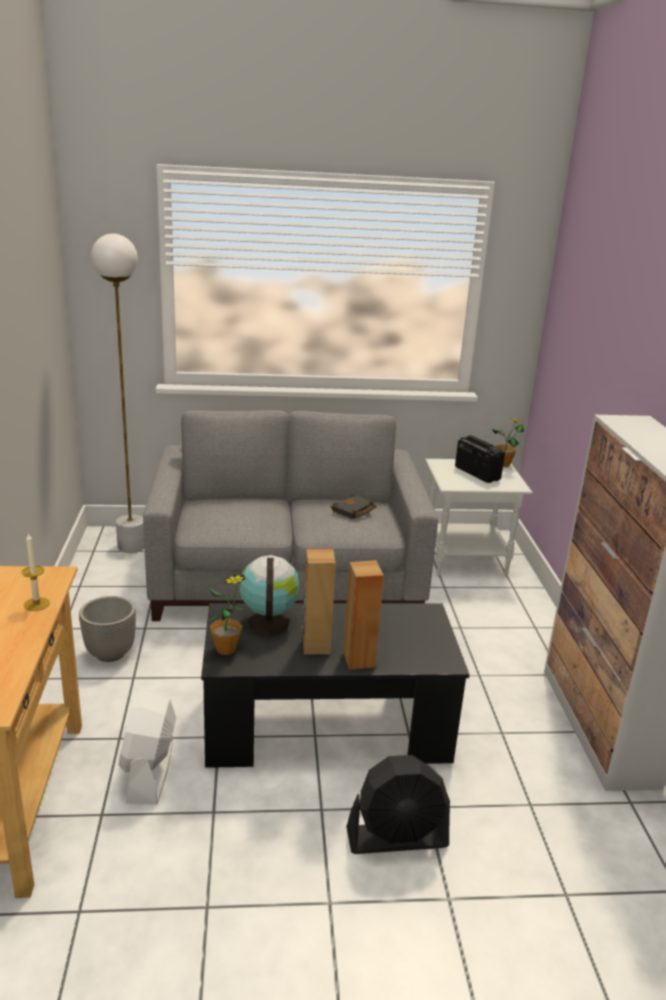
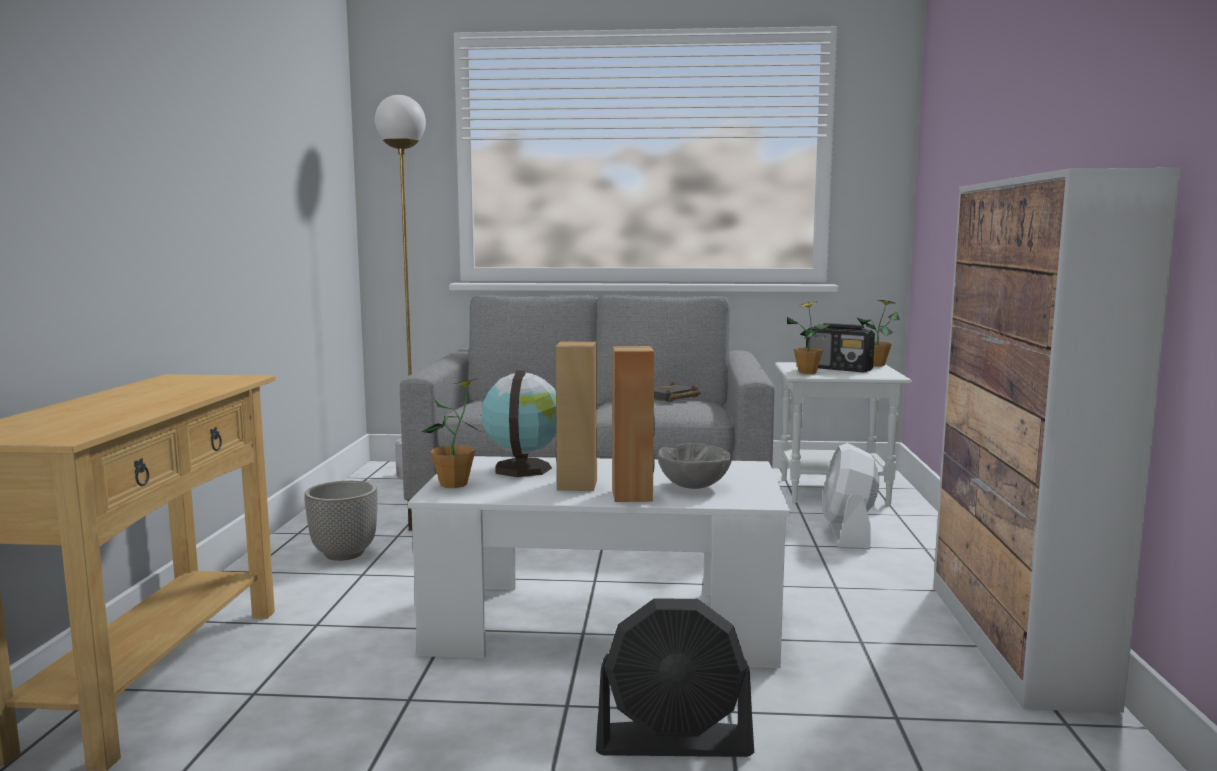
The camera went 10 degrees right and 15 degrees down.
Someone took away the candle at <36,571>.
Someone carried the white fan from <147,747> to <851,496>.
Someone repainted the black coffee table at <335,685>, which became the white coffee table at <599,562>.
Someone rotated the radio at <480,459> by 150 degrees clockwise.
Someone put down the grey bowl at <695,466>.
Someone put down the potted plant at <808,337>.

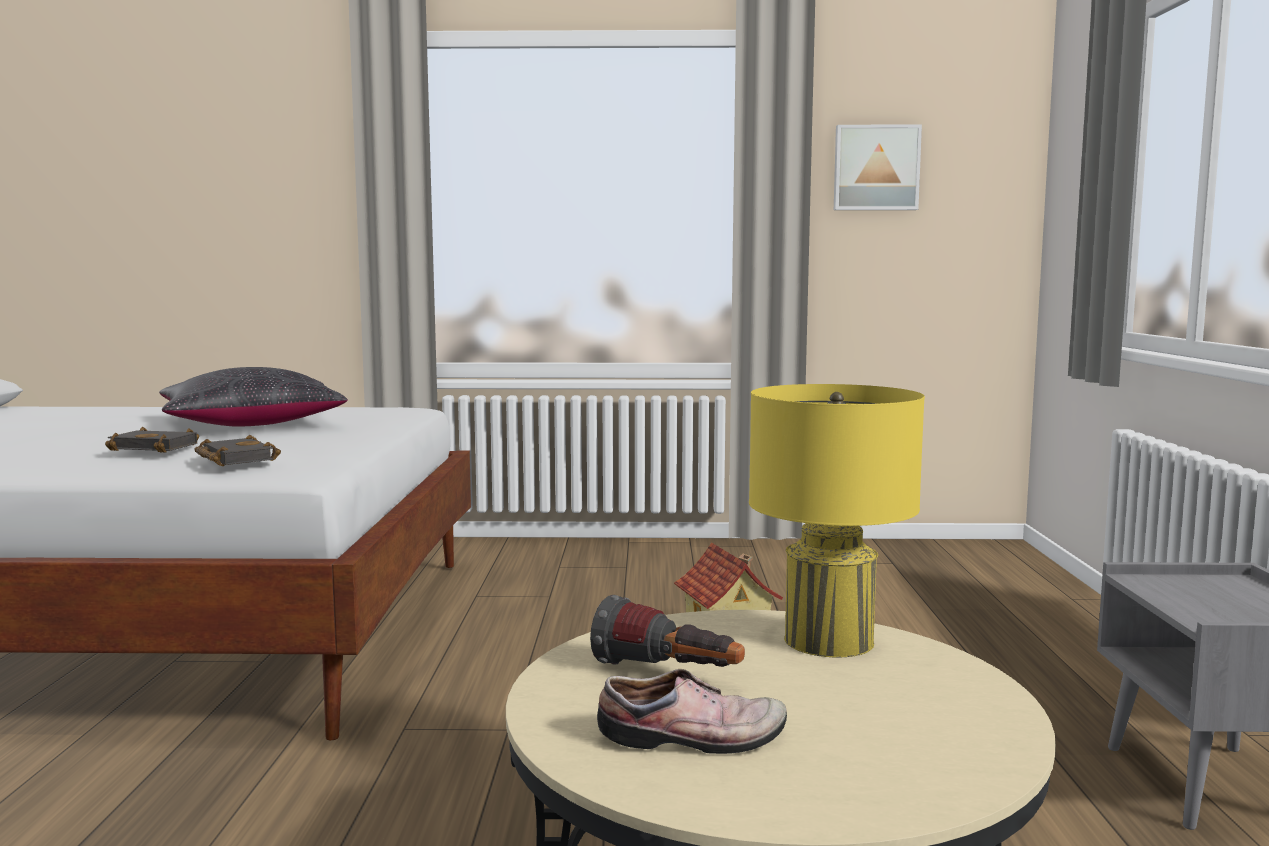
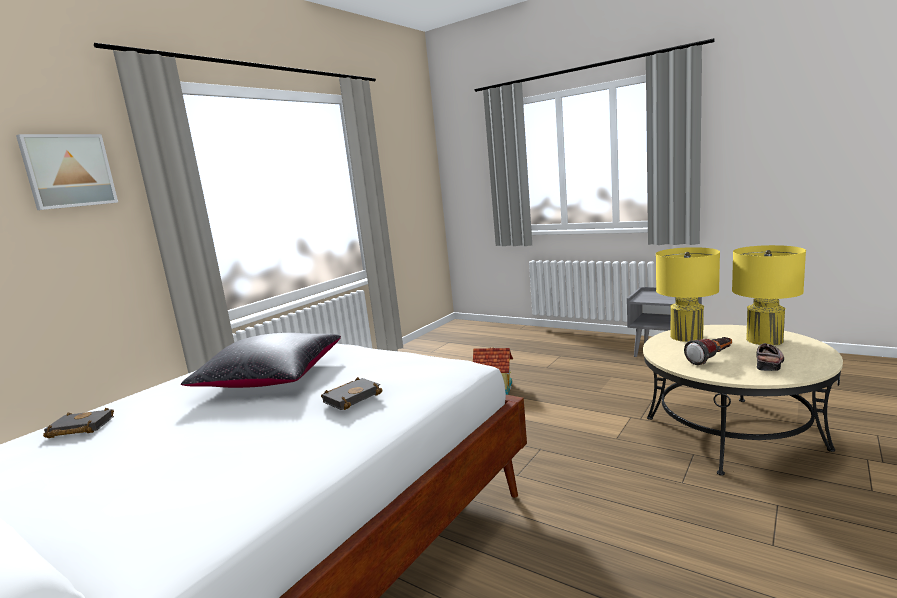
The camera went 55 degrees left and 5 degrees up.
Someone carried the black book from <237,450> to <78,423>.
Someone carried the picture from <878,167> to <67,172>.
Someone put down the yellow table lamp at <769,295>.

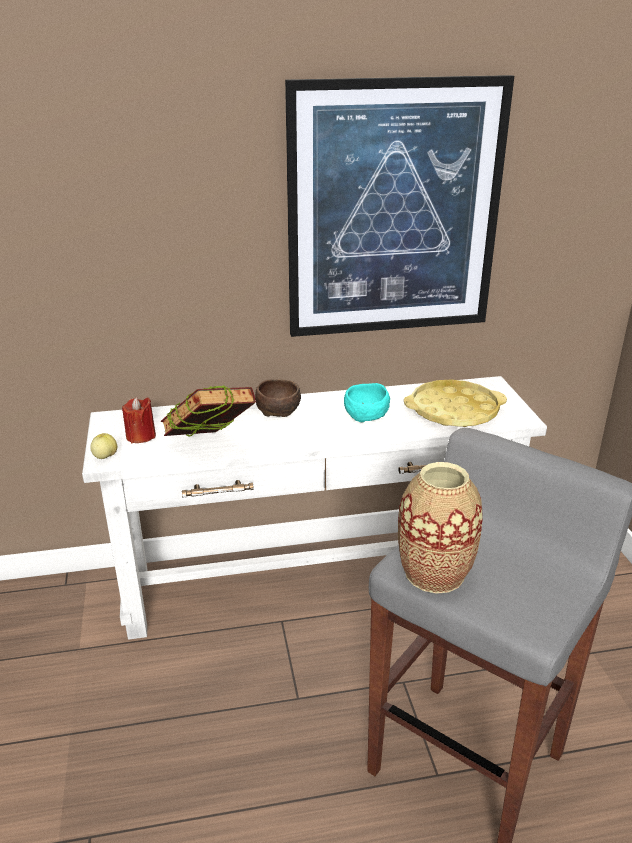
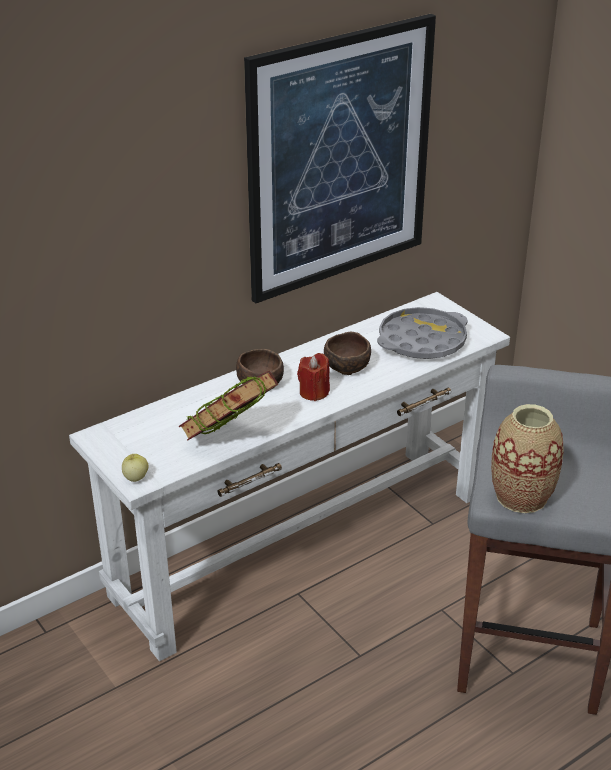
The camera went 25 degrees left and 5 degrees up.
Someone carried the red candle from <139,420> to <313,377>.
Someone repainted the turquoise bowl at <367,402>, which became the brown bowl at <347,353>.
Someone repainted the yellow tray at <455,403>, which became the grey tray at <422,333>.

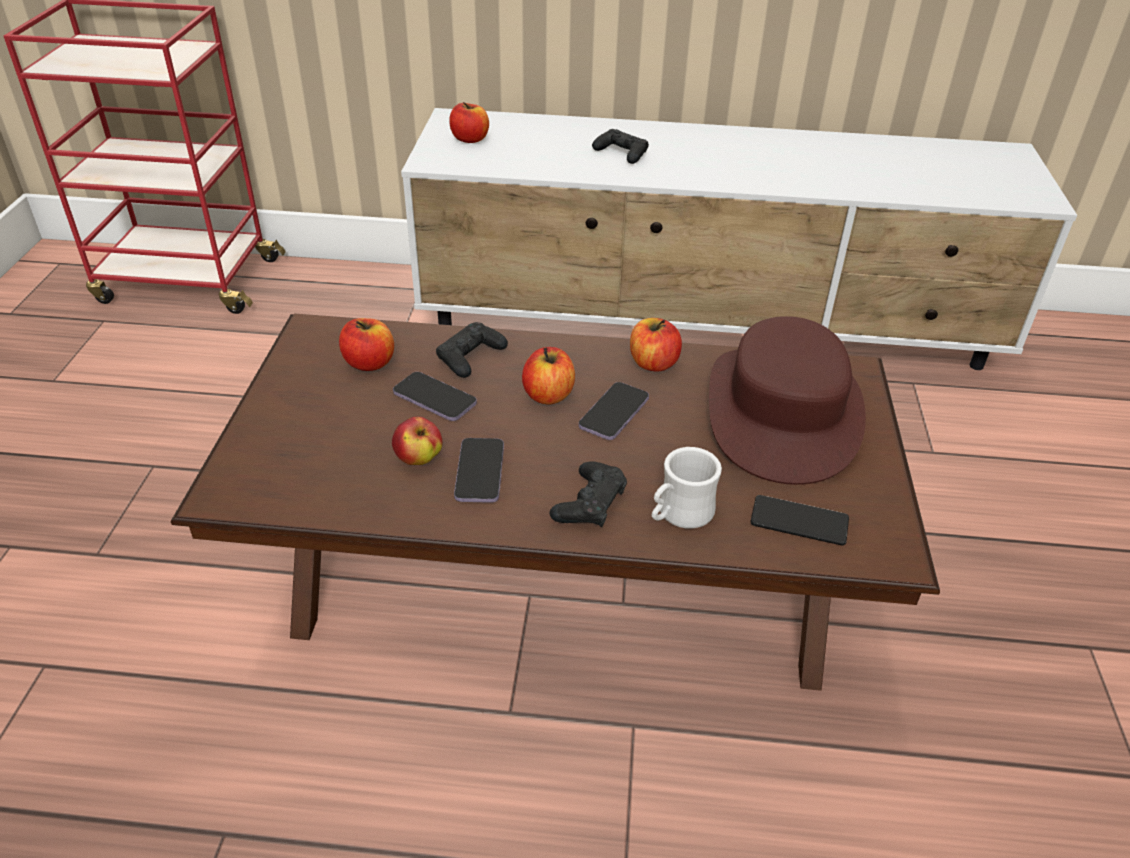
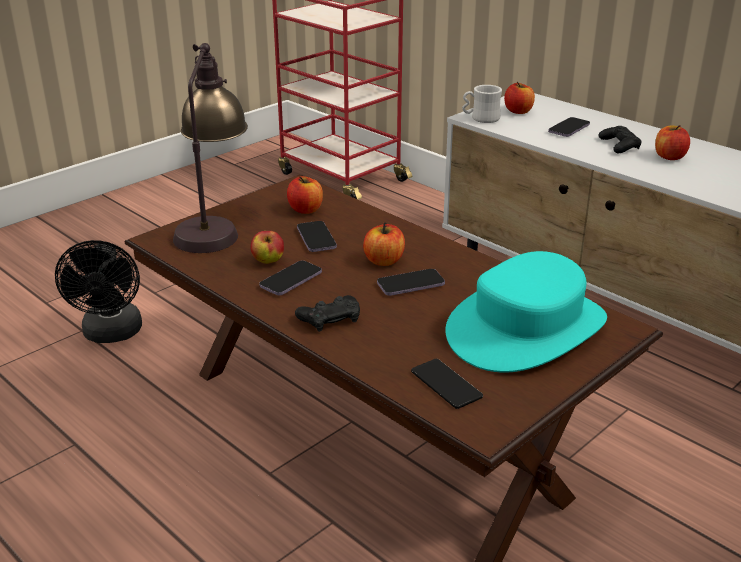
The camera went 40 degrees right and 10 degrees down.
Someone took away the black game controller at <472,350>.
Someone carried the apple from <656,344> to <672,142>.
Someone carried the white mug from <686,488> to <482,104>.
Someone repainted the brown hat at <787,400>, which became the turquoise hat at <526,312>.
Someone put down the black fan at <98,291>.
Someone put down the table lamp at <210,148>.
Someone put down the phone at <569,127>.

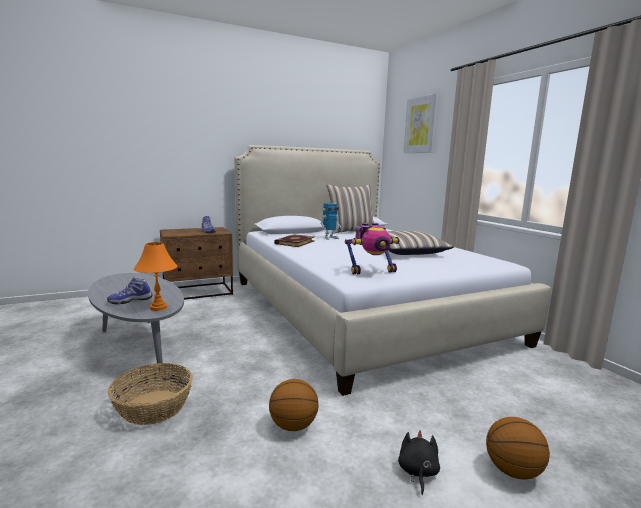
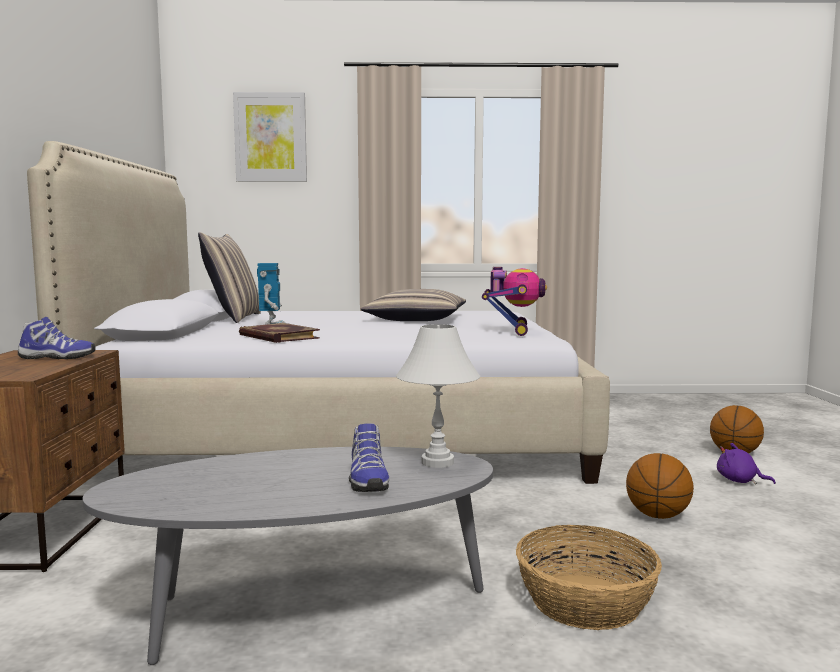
The camera went 65 degrees left and 5 degrees down.
Someone repainted the orange table lamp at <155,276>, which became the white table lamp at <438,396>.
Someone repainted the black plush toy at <419,462>, which became the purple plush toy at <746,464>.

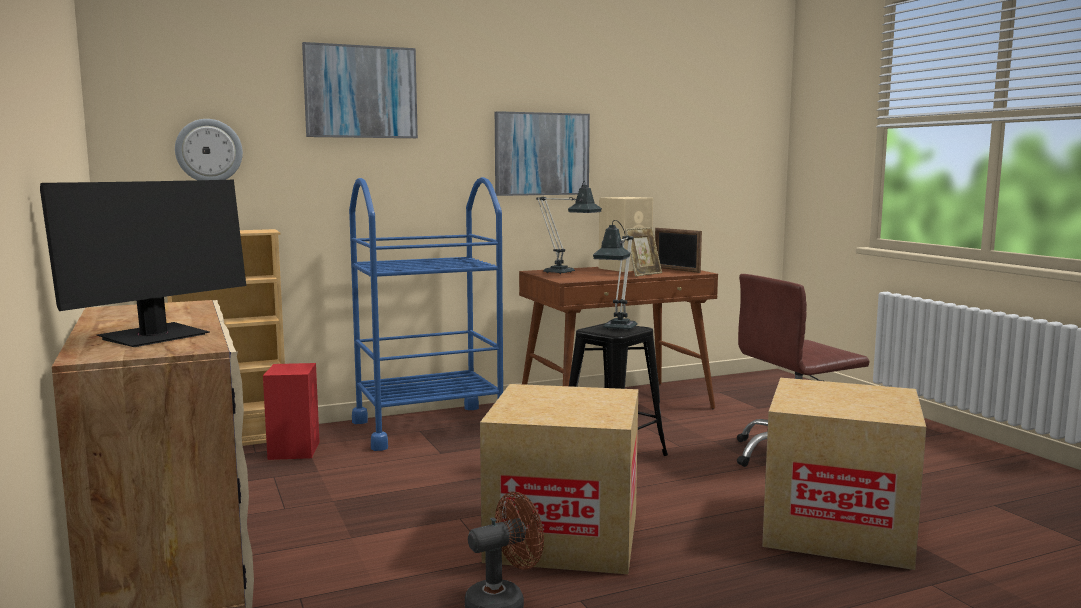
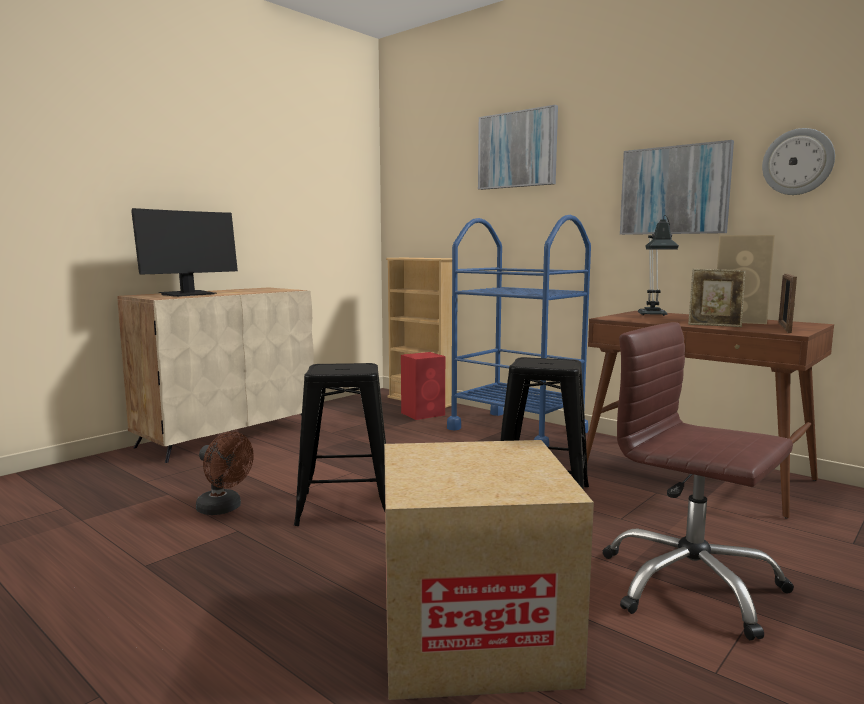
The camera went 65 degrees right and 0 degrees up.
Someone rotated the monitor at <143,263> by 60 degrees counterclockwise.
Someone carried the wall clock from <209,149> to <798,161>.
Someone swapped the cardboard box at <559,479> for the black stool at <340,444>.
Someone took away the table lamp at <615,275>.

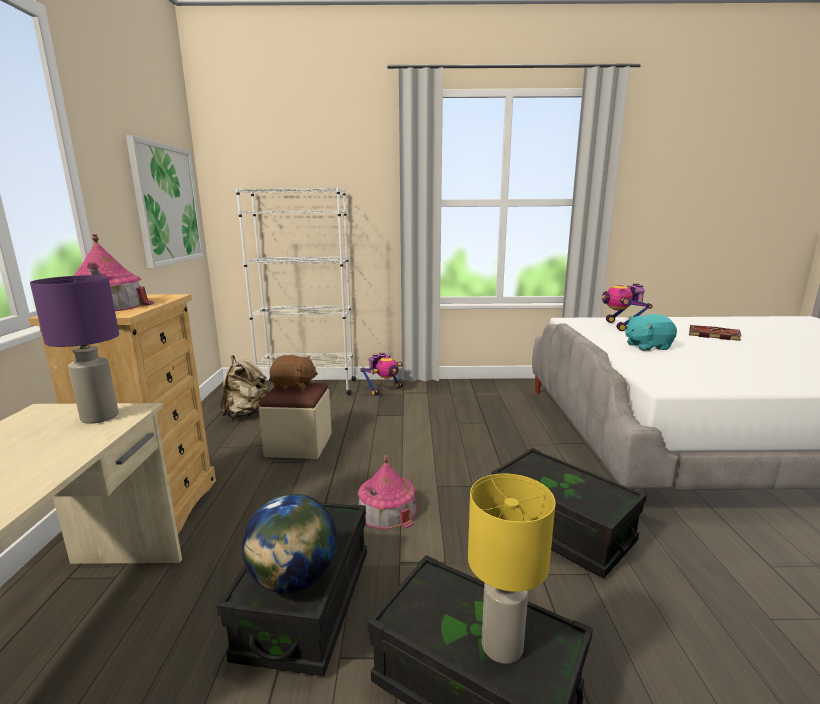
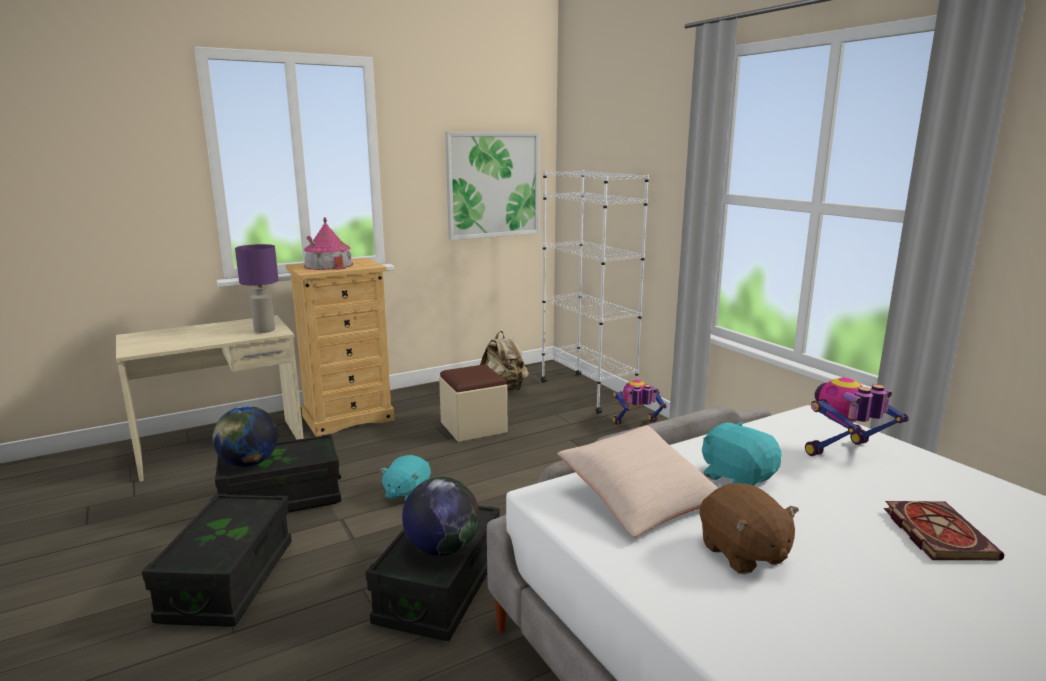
The camera went 60 degrees right and 0 degrees up.
Someone carried the brown plush toy from <293,373> to <749,528>.
Someone swapped the toy house at <387,492> for the turquoise plush toy at <405,478>.
Someone rotated the toy robot at <381,374> by 150 degrees clockwise.
Someone took away the yellow table lamp at <512,569>.
Someone put down the globe at <440,516>.
Someone put down the beige pillow at <637,481>.

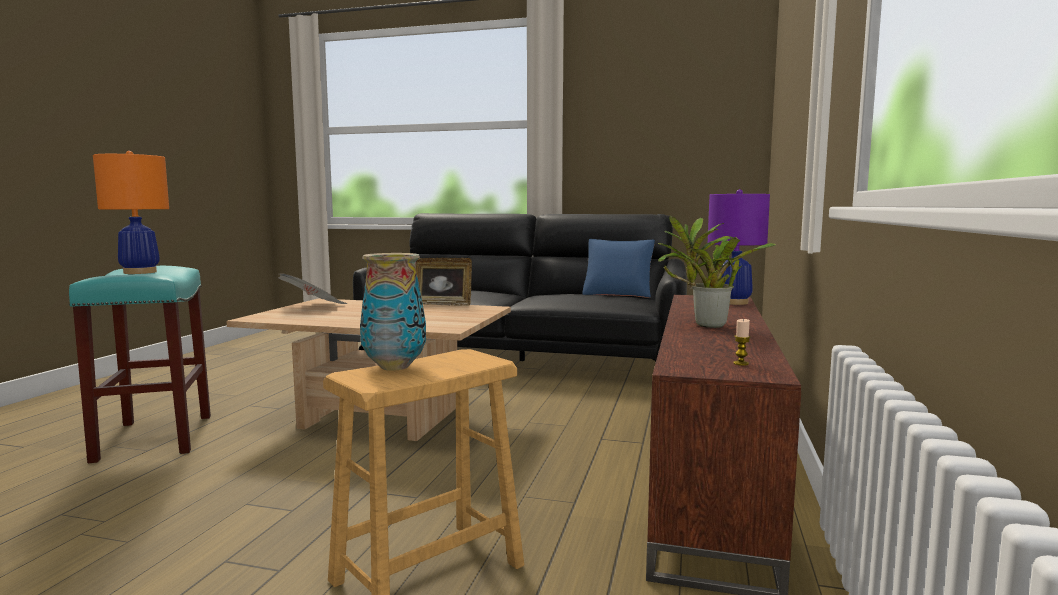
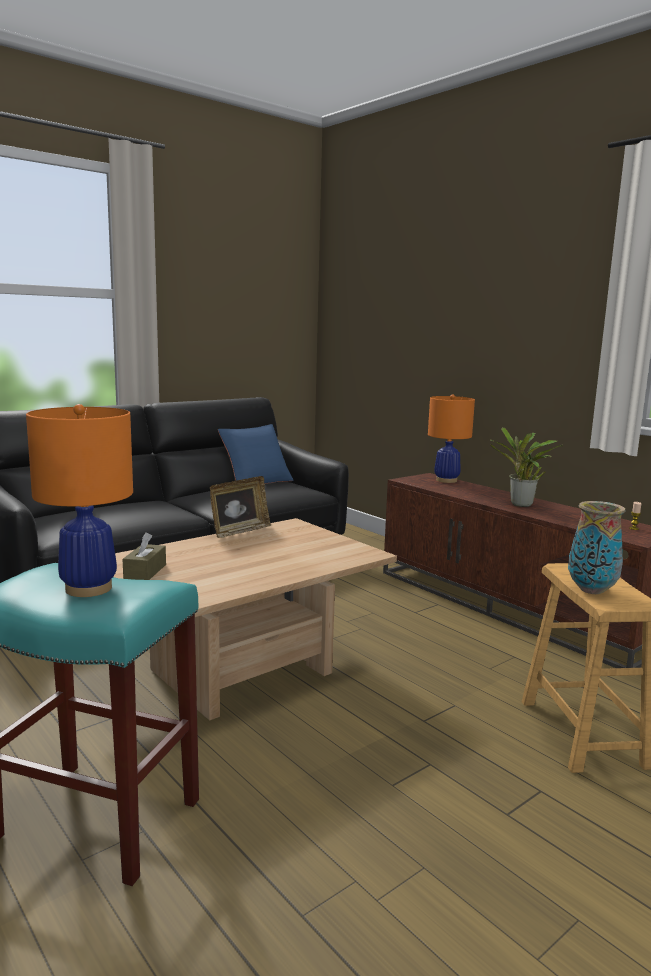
The camera went 55 degrees left and 5 degrees up.
Someone swapped the newspaper at <313,289> for the brown tissue box at <144,556>.
Someone repainted the purple table lamp at <739,247>, which became the orange table lamp at <451,438>.

